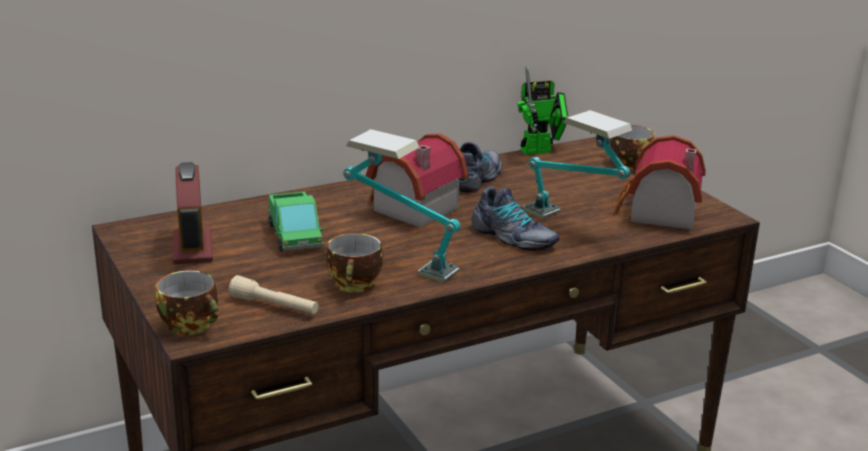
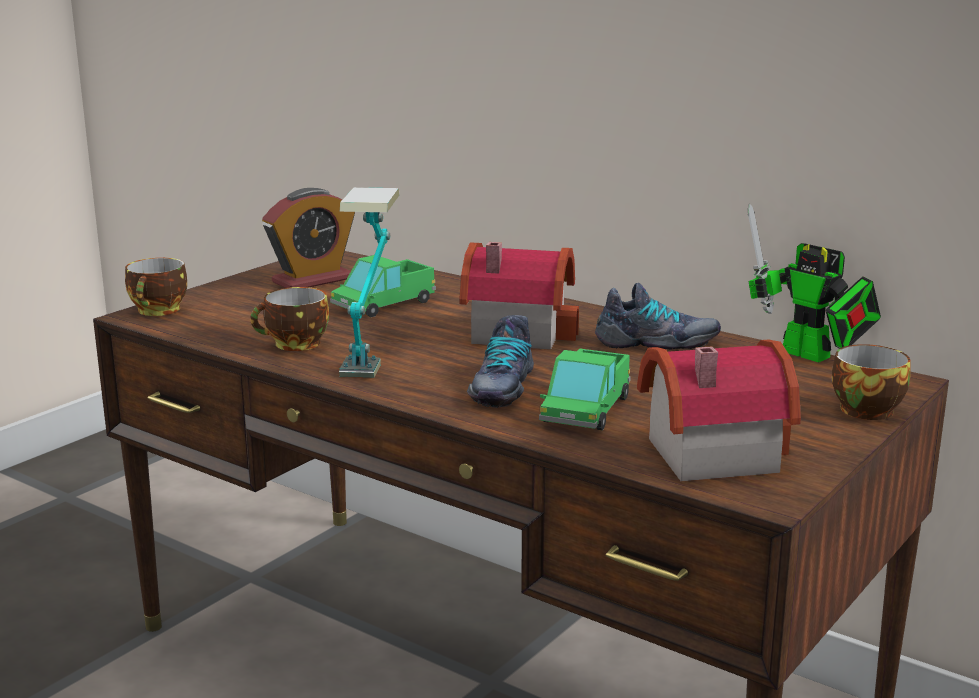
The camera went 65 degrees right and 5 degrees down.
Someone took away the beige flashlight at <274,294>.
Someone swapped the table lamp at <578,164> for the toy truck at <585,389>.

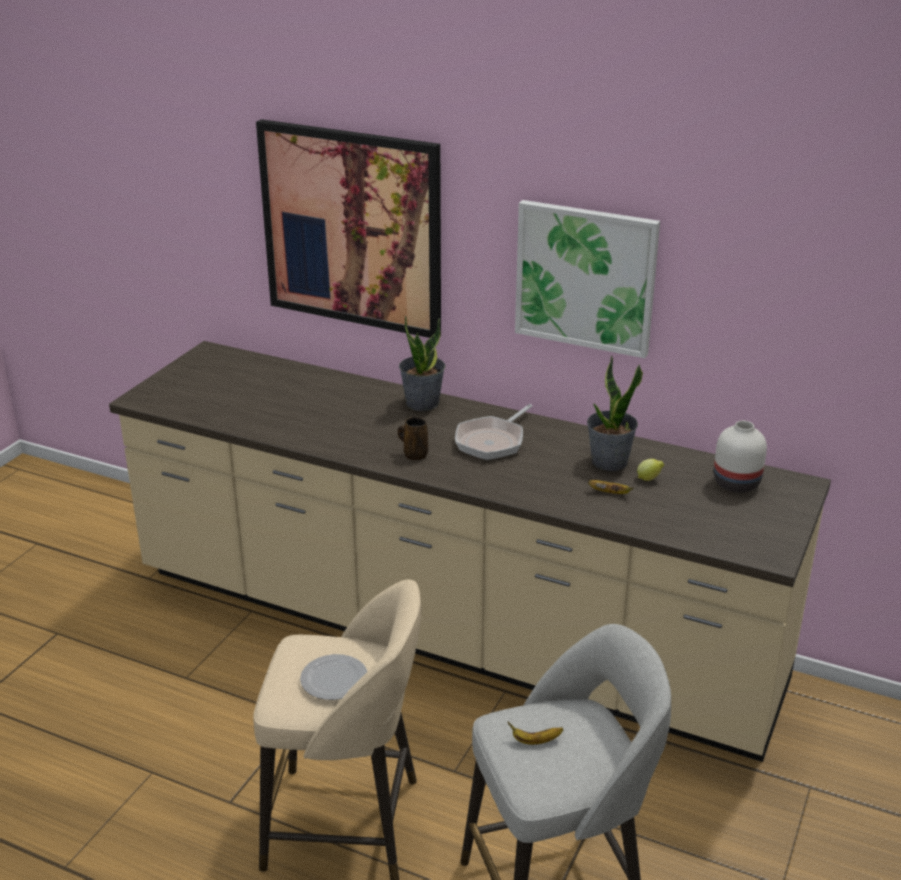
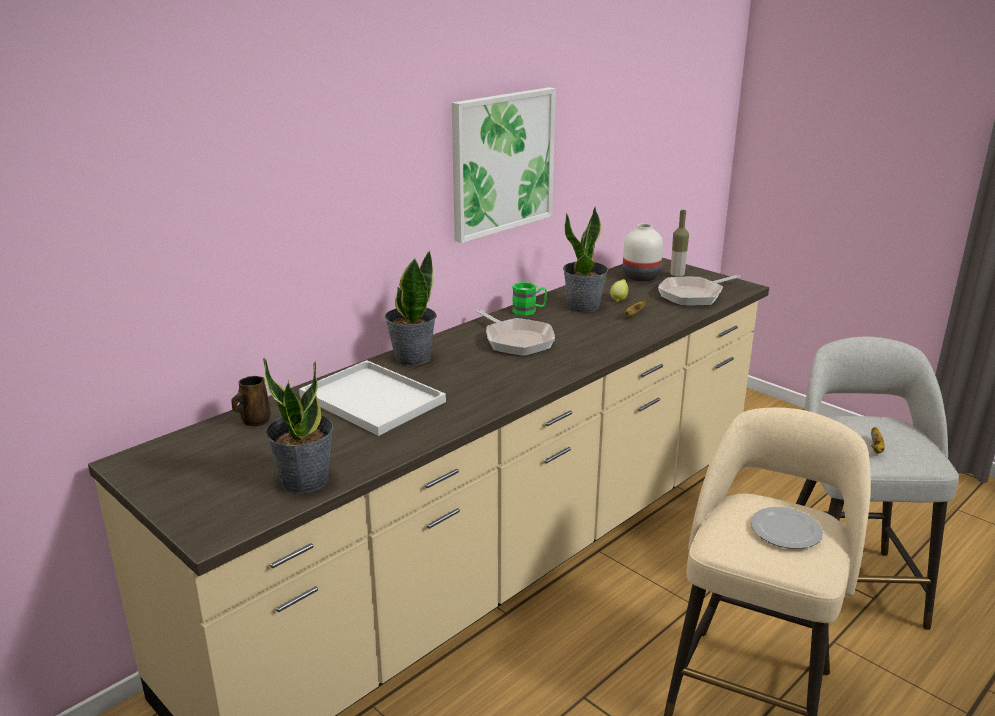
The camera went 70 degrees left and 5 degrees down.
Someone took away the picture at <348,228>.
Someone carried the brown mug from <413,438> to <251,401>.
Someone put down the potted plant at <298,425>.
Someone put down the white tray at <372,398>.
Someone put down the green mug at <529,299>.
Someone put down the frying pan at <699,290>.
Someone put down the bottle at <679,243>.

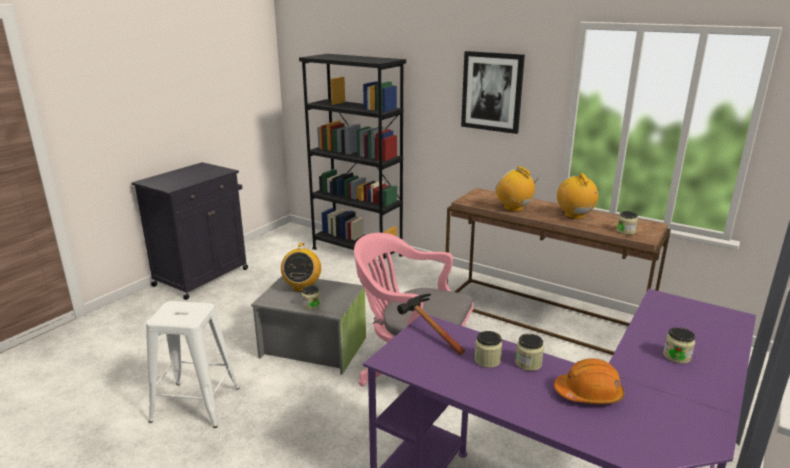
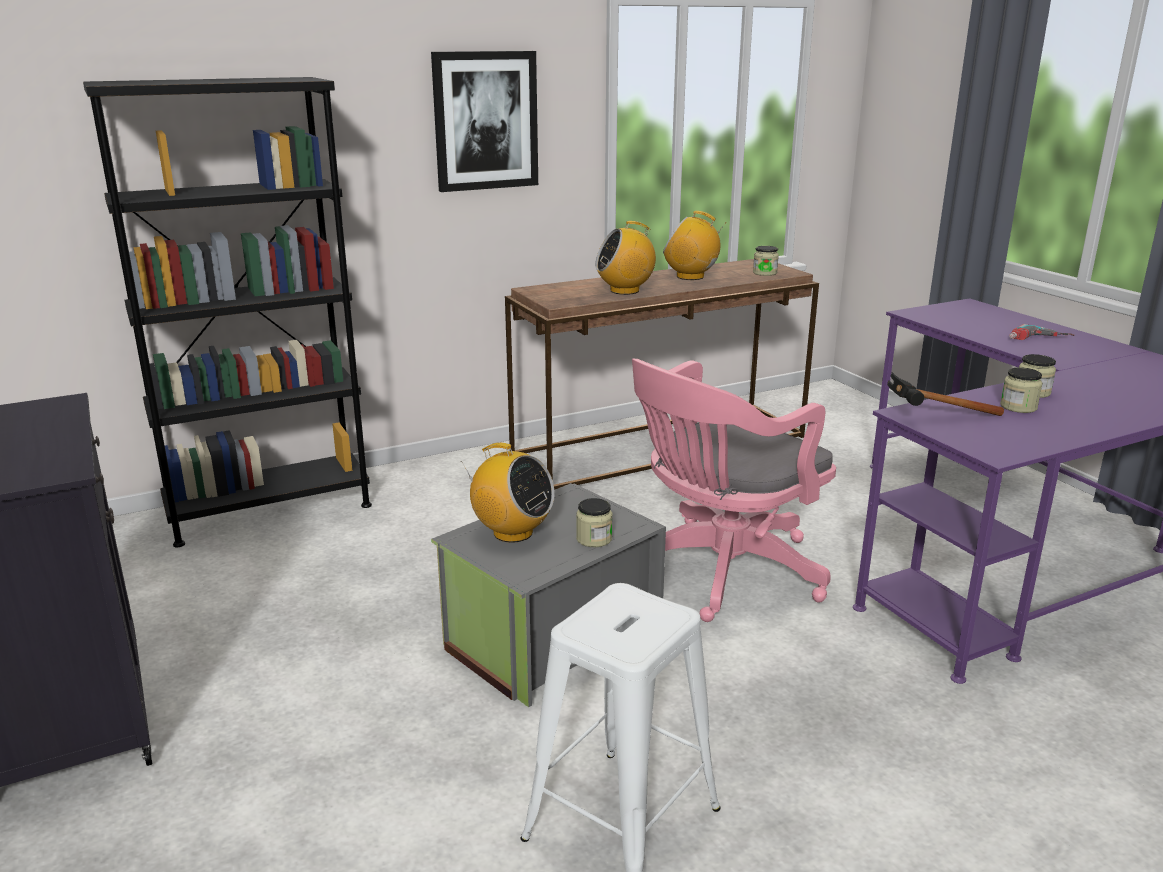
The camera went 60 degrees left and 0 degrees up.
Someone took away the orange hard hat at <589,381>.
Someone swapped the jar at <679,345> for the power drill at <1041,332>.

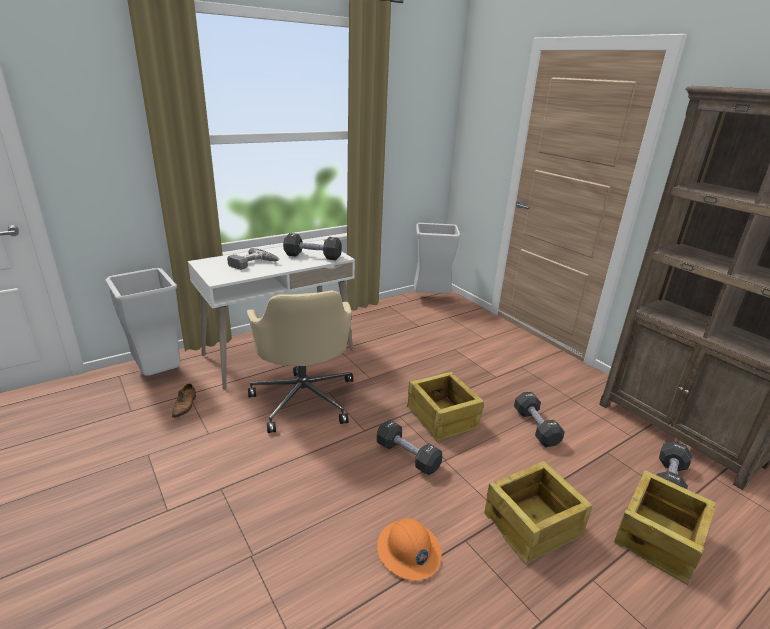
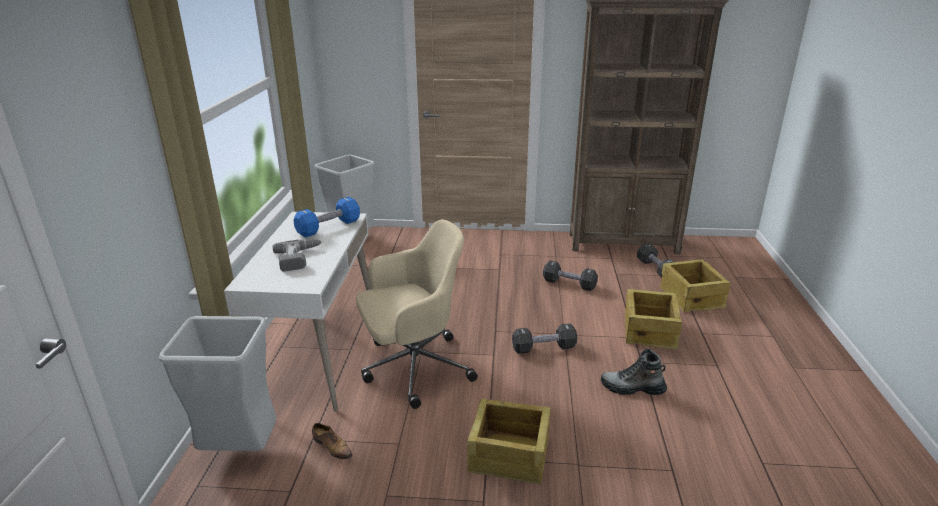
The camera went 50 degrees left and 0 degrees up.
Someone rotated the beige office chair at <300,361> by 45 degrees counterclockwise.
Someone repainted the black dumbbell at <312,246>, which became the blue dumbbell at <326,217>.
Someone swapped the orange hard hat at <409,549> for the boot at <634,372>.
Someone carried the crate from <445,406> to <508,441>.

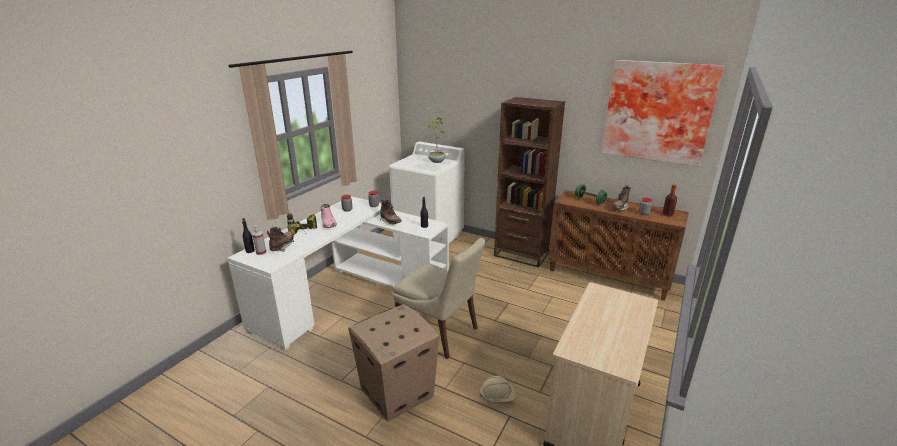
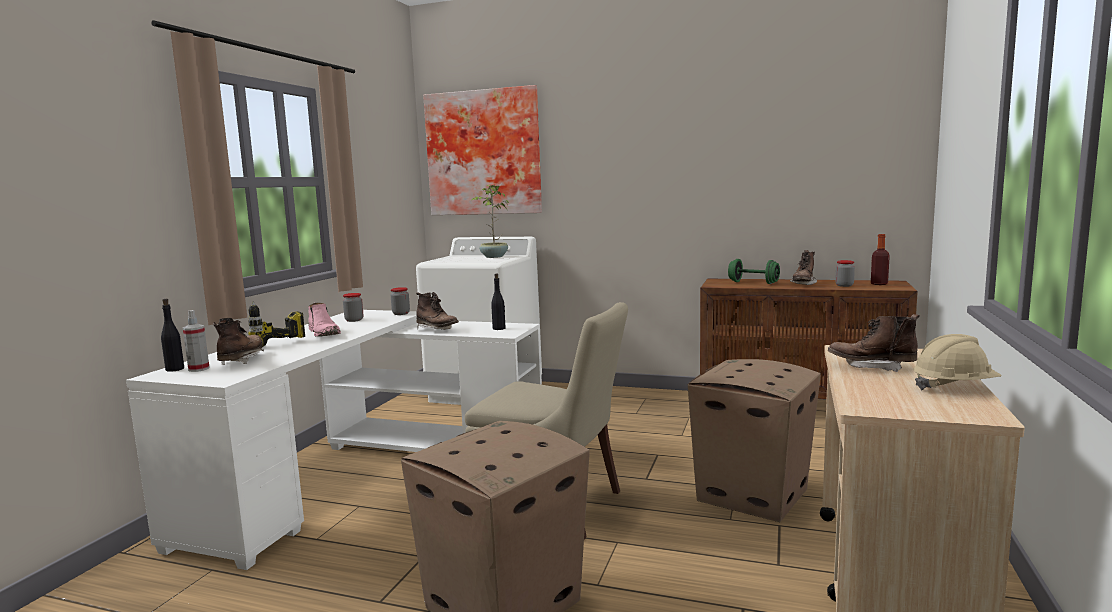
The camera went 10 degrees left and 15 degrees down.
Someone carried the beige hard hat from <497,389> to <957,362>.
Someone took away the brown bookcase at <529,182>.
Someone carried the picture from <662,113> to <482,150>.
Someone put down the cardboard box at <754,440>.
Someone put down the brown boot at <874,343>.

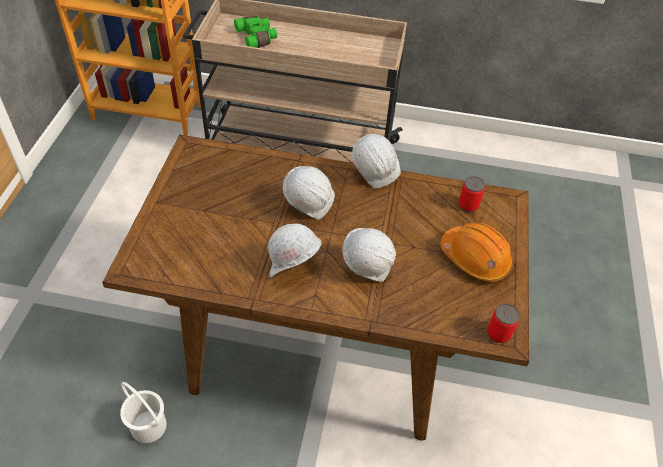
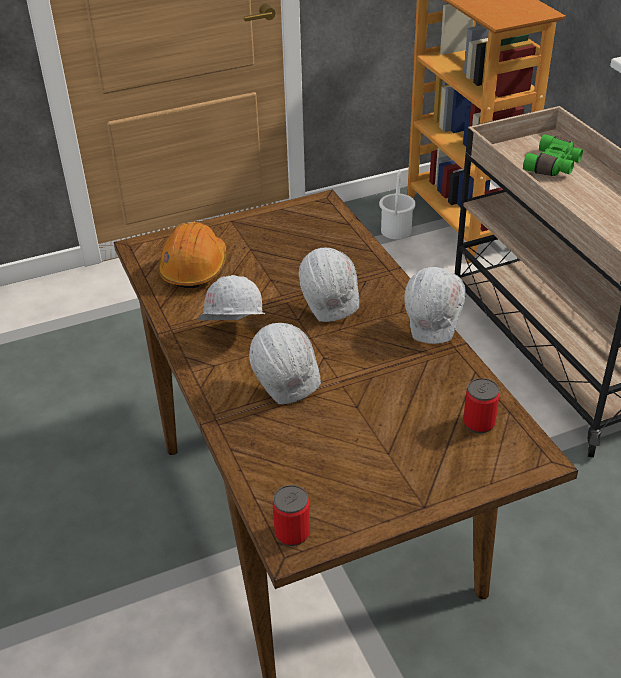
The camera went 60 degrees right and 10 degrees down.
Someone carried the white bucket from <143,412> to <397,204>.
Someone carried the orange hard hat from <477,252> to <192,255>.

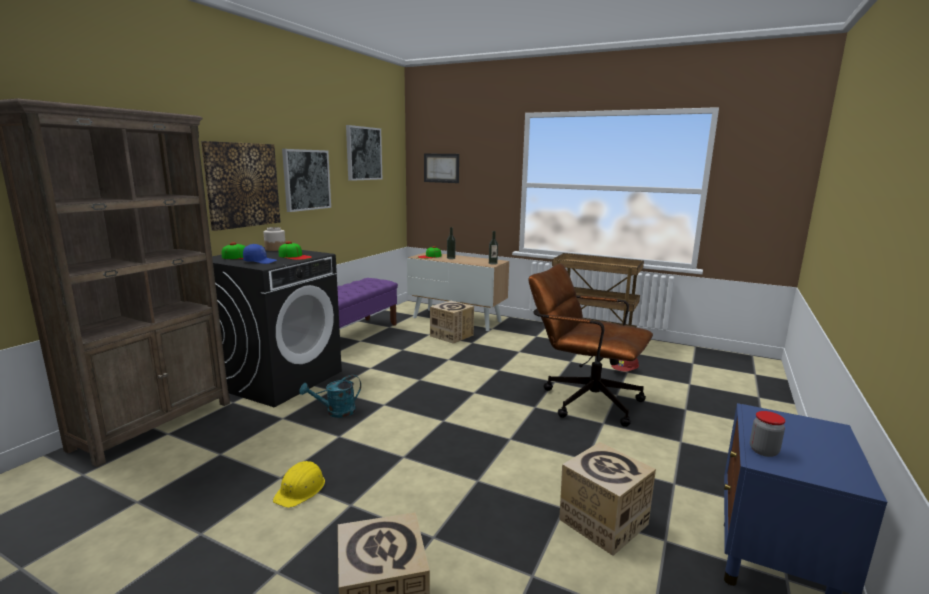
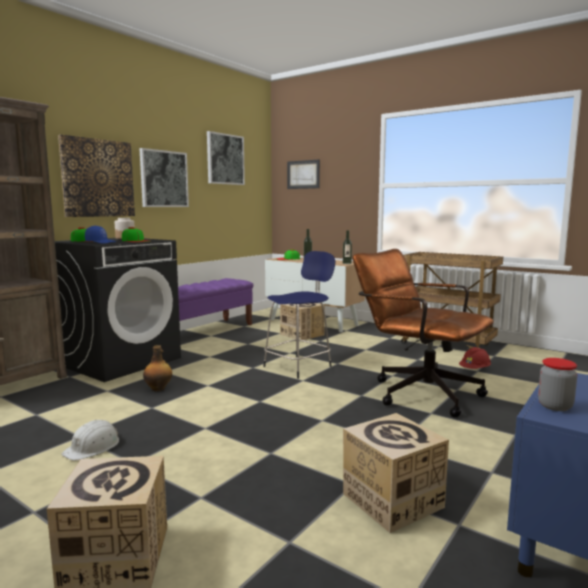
The camera went 10 degrees right and 5 degrees down.
Someone repainted the yellow hard hat at <299,484>, which became the white hard hat at <90,440>.
Someone swapped the turquoise watering can at <330,396> for the bottle at <157,368>.
Someone put down the blue stool at <299,315>.

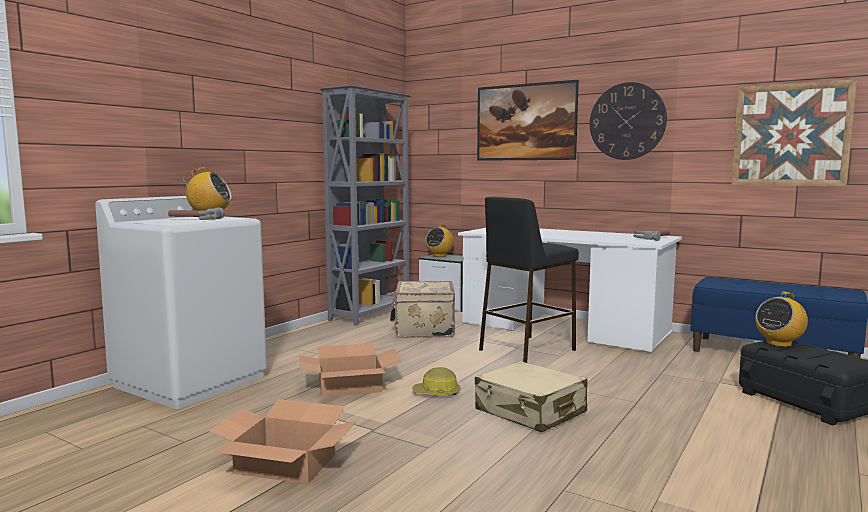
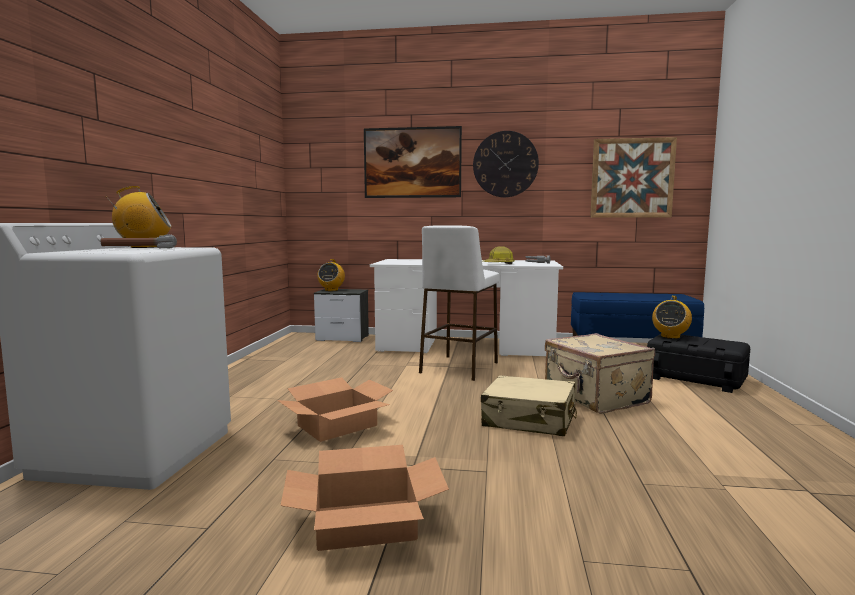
The camera went 25 degrees left and 0 degrees up.
Someone took away the grey bookcase at <366,205>.
Someone carried the beige suitcase from <422,309> to <600,373>.
Someone carried the hard hat from <436,381> to <499,255>.
Someone repainted the black stool at <529,280>, which became the white stool at <459,303>.

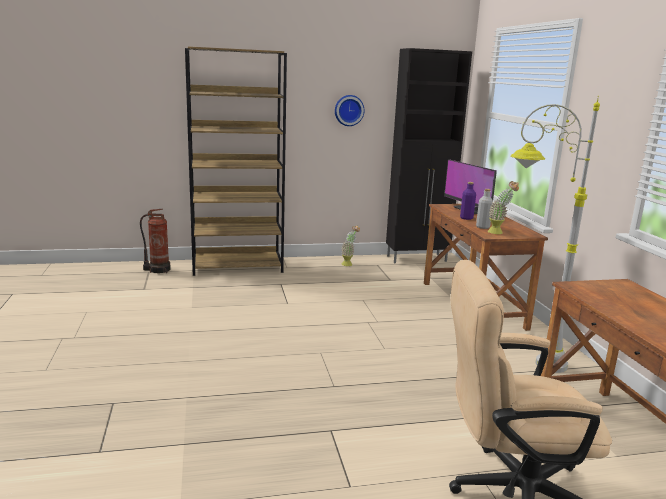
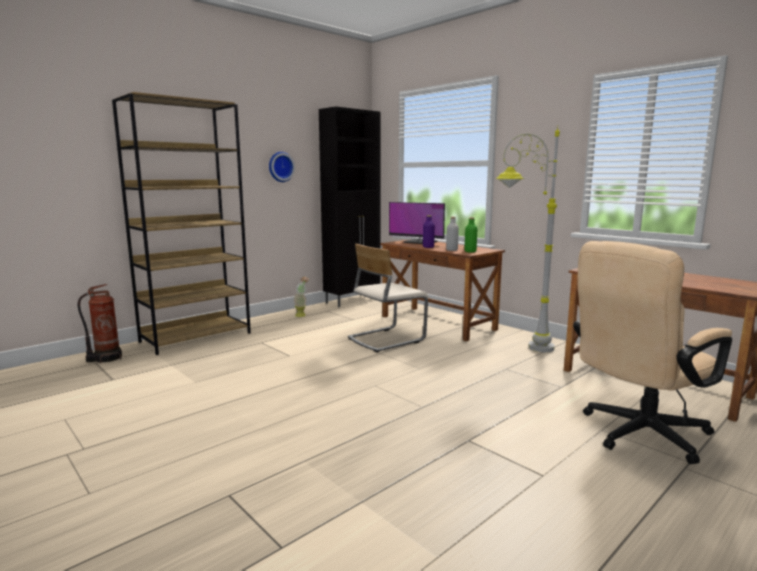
The camera went 30 degrees left and 5 degrees down.
Someone swapped the potted plant at <503,207> for the green bottle at <470,234>.
Someone put down the beige chair at <388,298>.

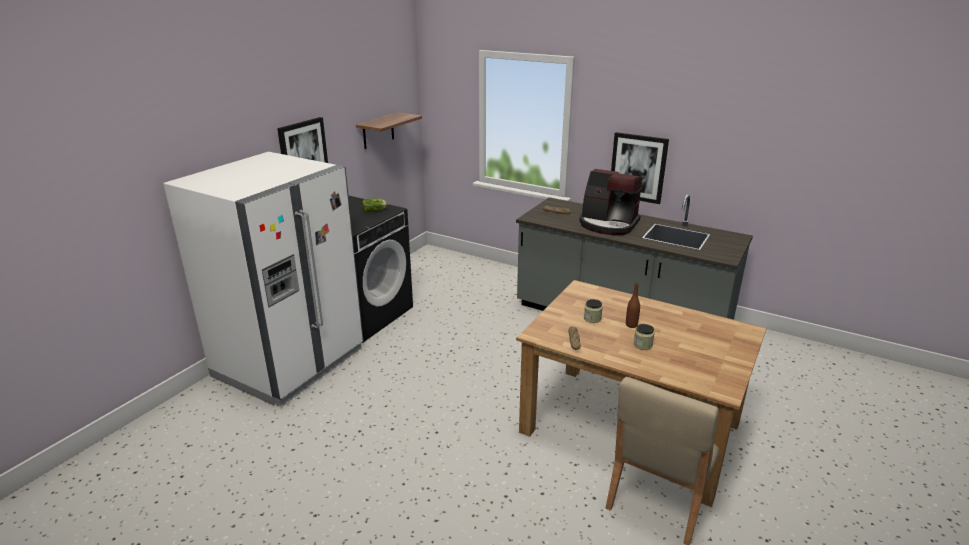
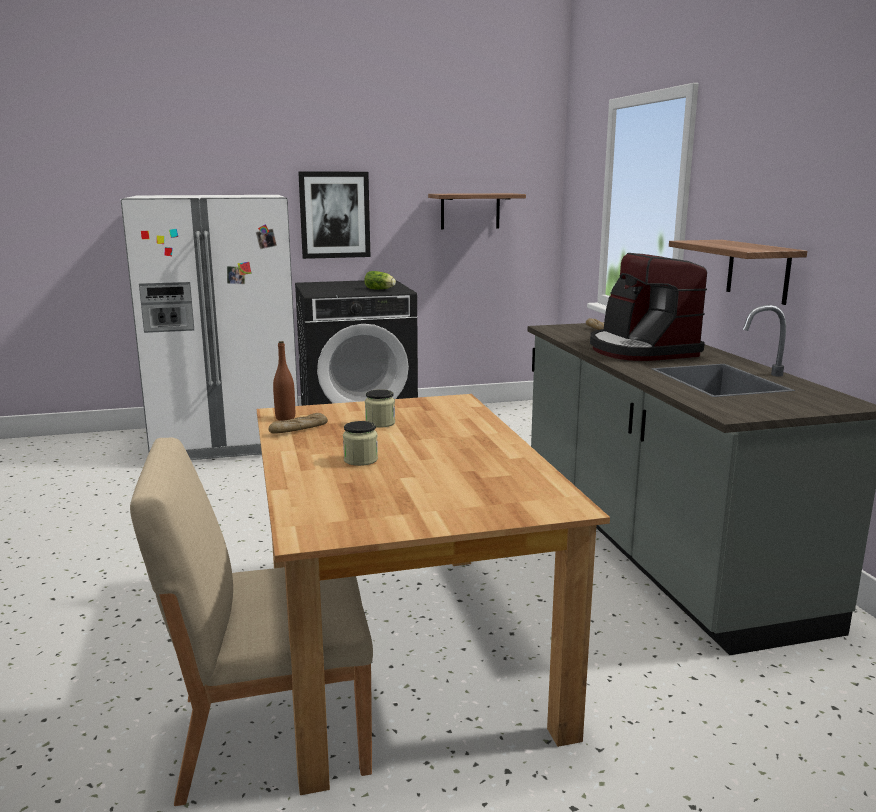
The camera went 45 degrees right and 10 degrees down.
Someone swapped the picture at <640,168> for the shelf at <738,272>.
Someone carried the brown bottle from <633,305> to <284,381>.

